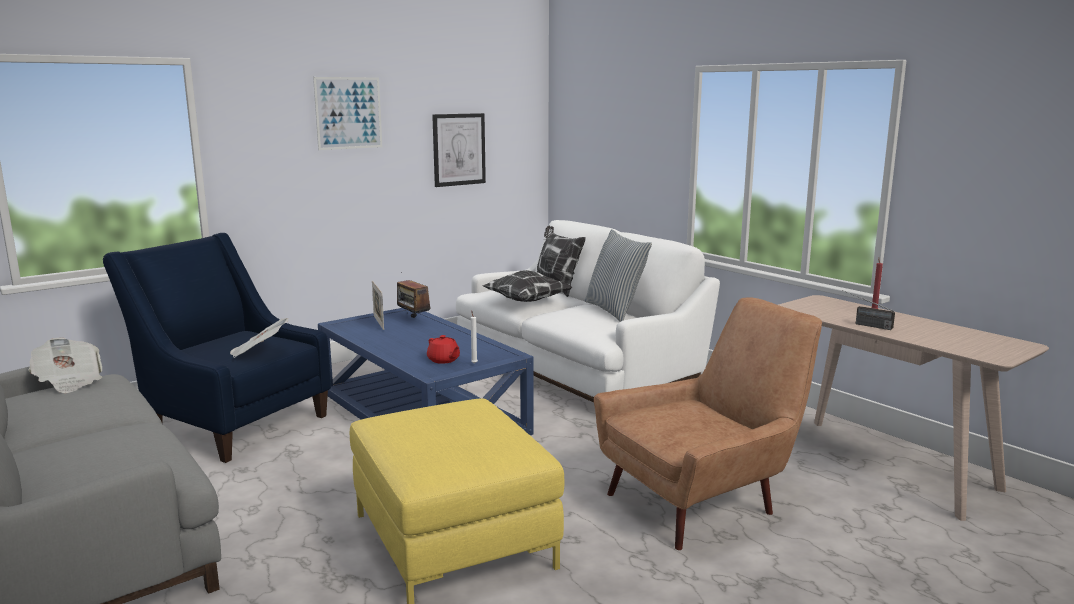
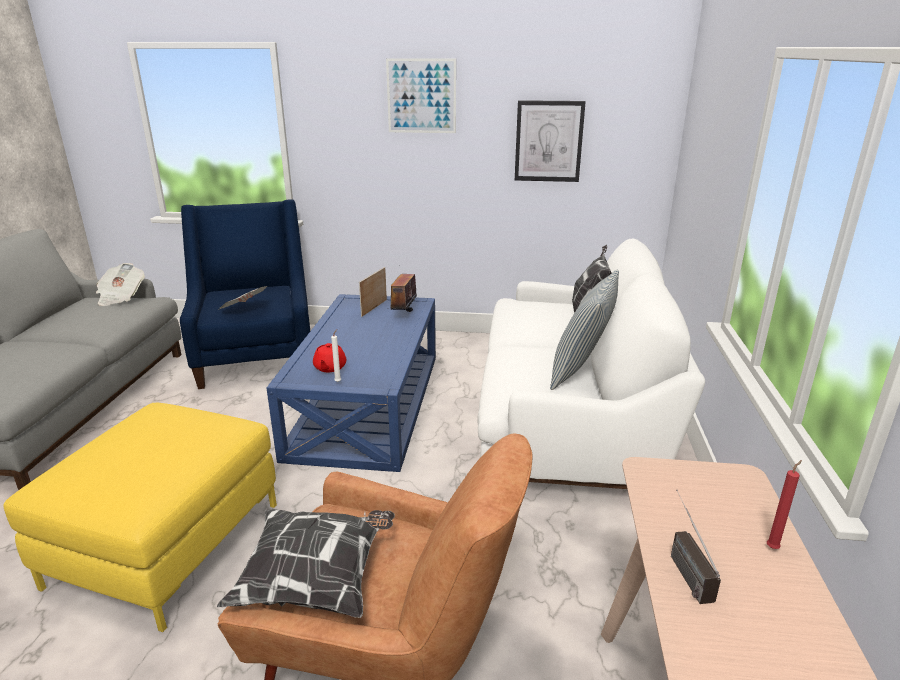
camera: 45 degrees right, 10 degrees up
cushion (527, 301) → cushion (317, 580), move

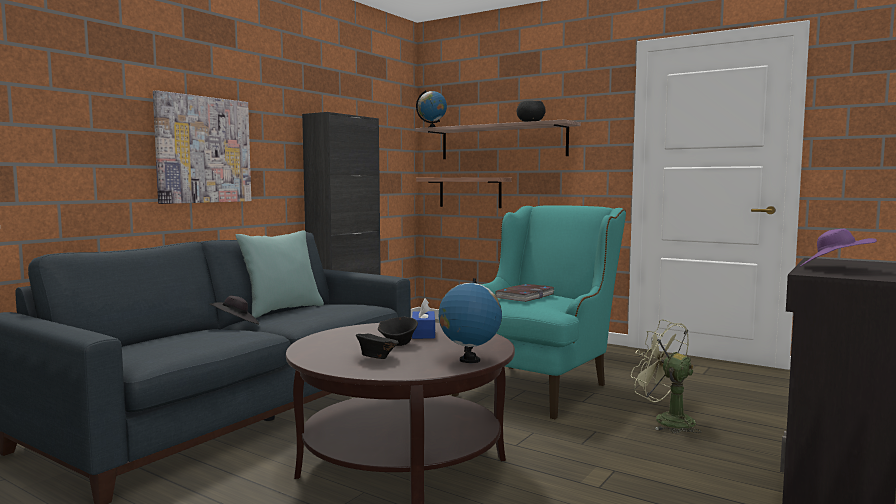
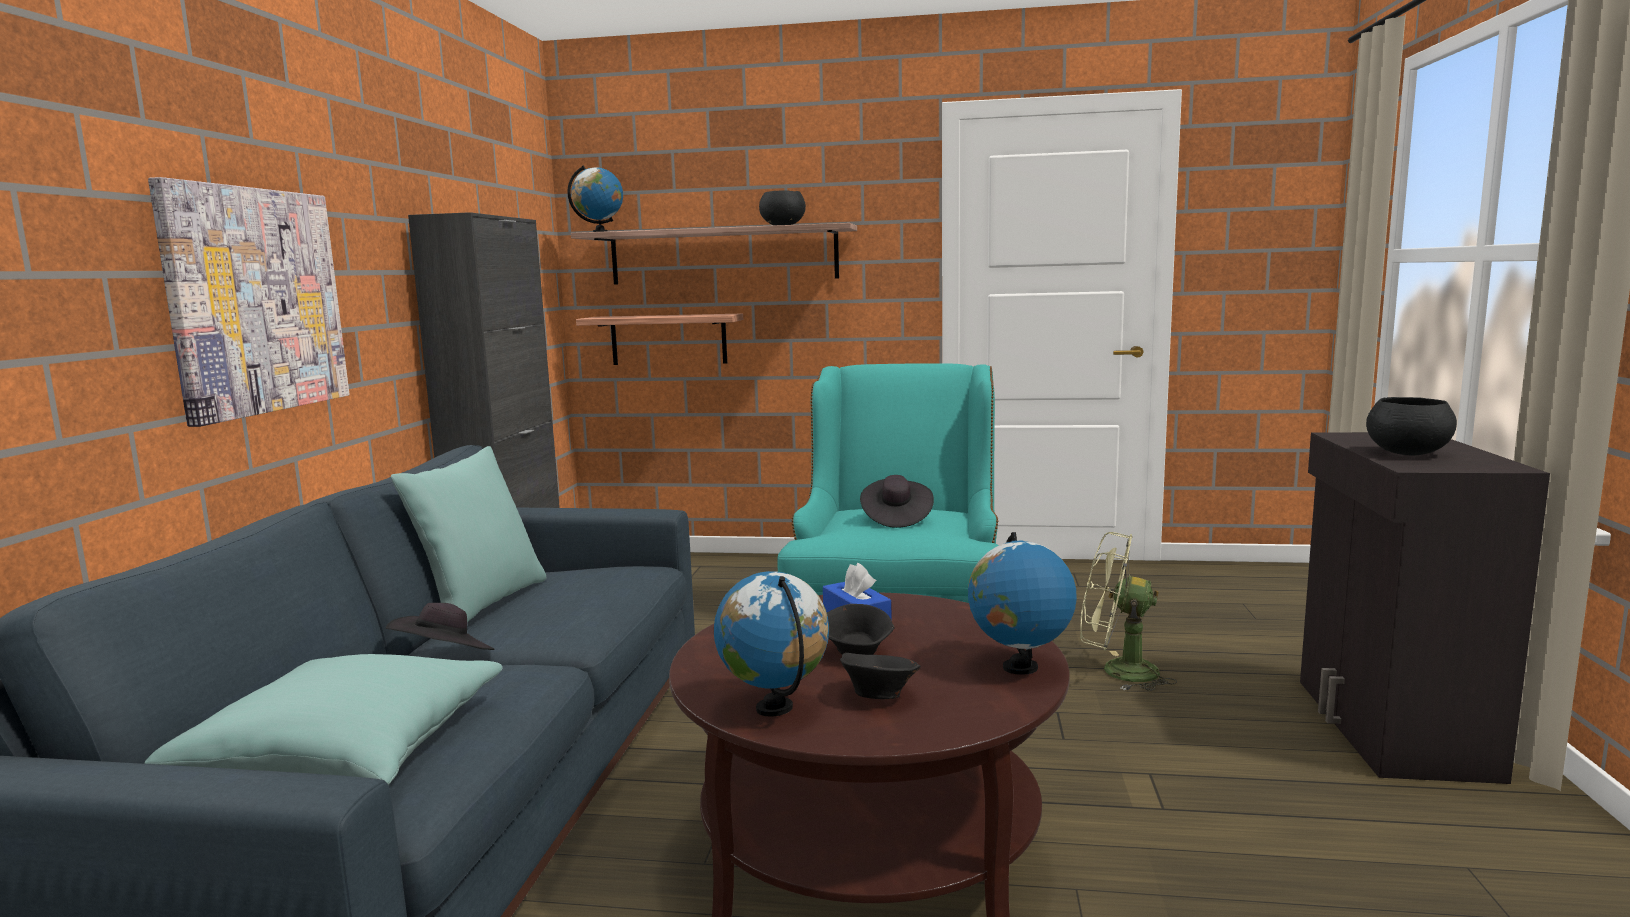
camera: 25 degrees left, 5 degrees up
book (525, 296) → blackish hat (896, 518)
purplish hat (834, 268) → blackish bowl (1407, 453)
- → turquoise cushion (348, 752)
- → desk globe (775, 708)

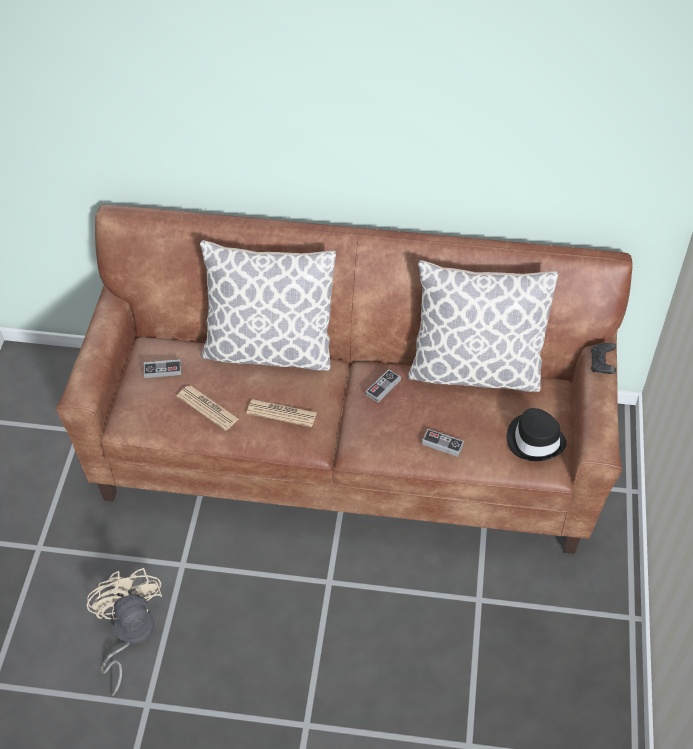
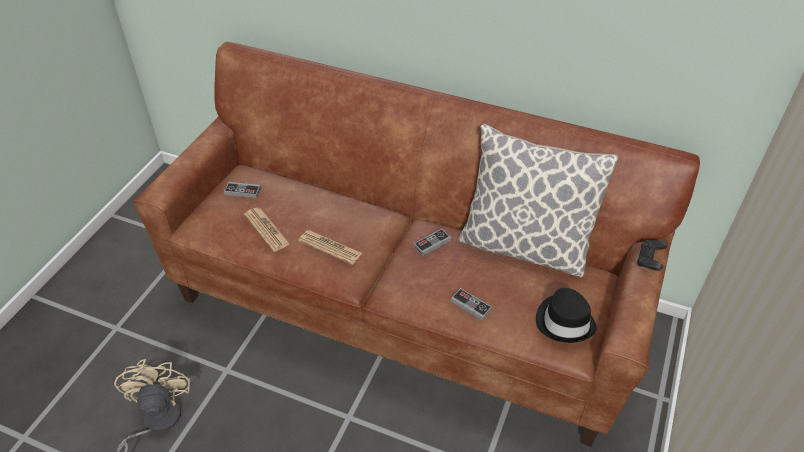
camera: 15 degrees right, 5 degrees down
cushion (269, 349) → -

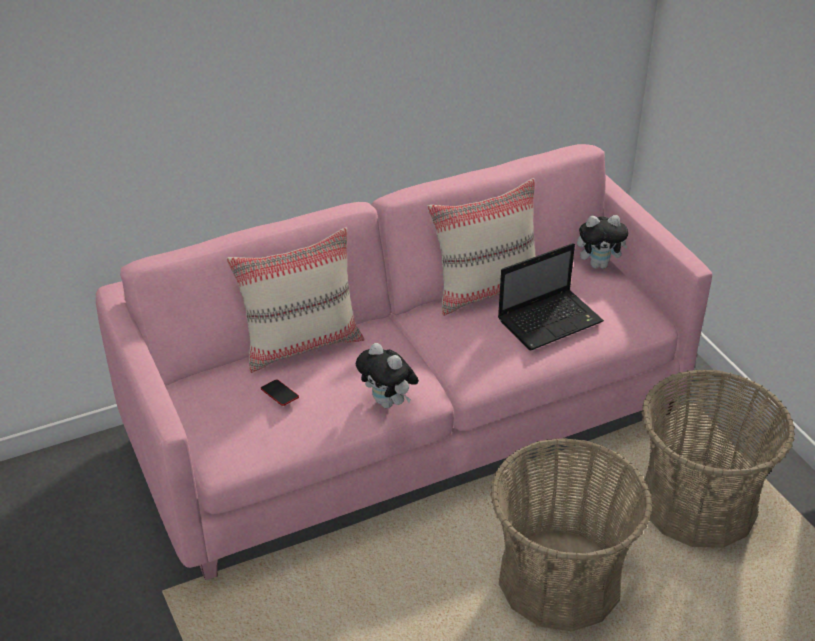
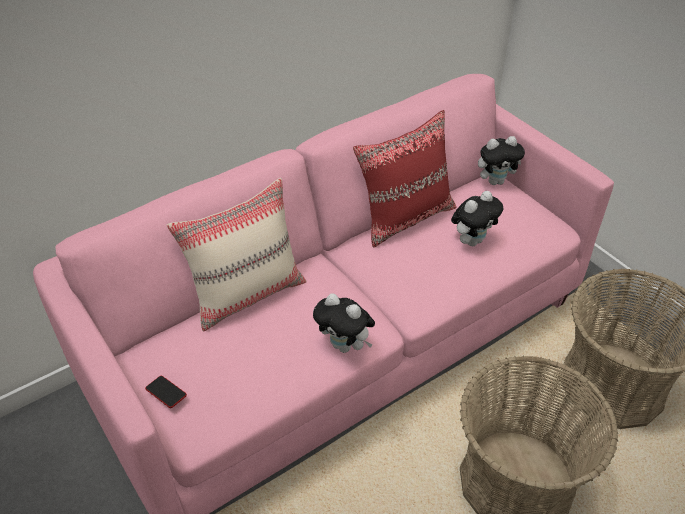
camera: 10 degrees left, 5 degrees up
handset (279, 395) → handset (166, 393), move
sand-coloured cushion (486, 290) → reddish cushion (405, 217)
laptop (551, 320) → plush toy (472, 240)

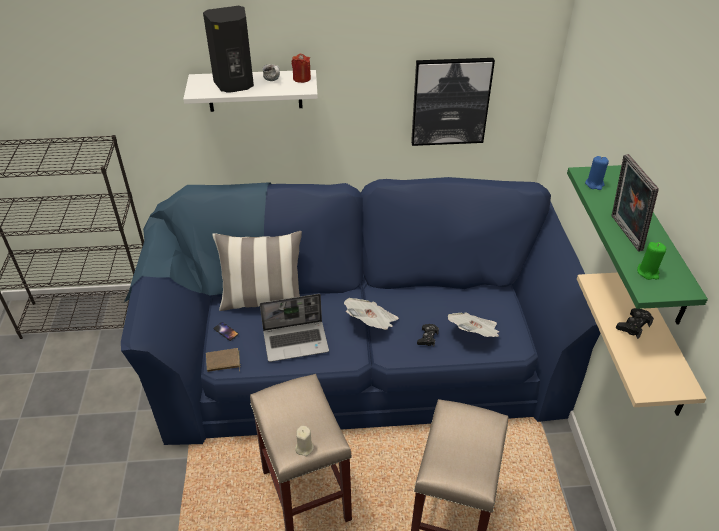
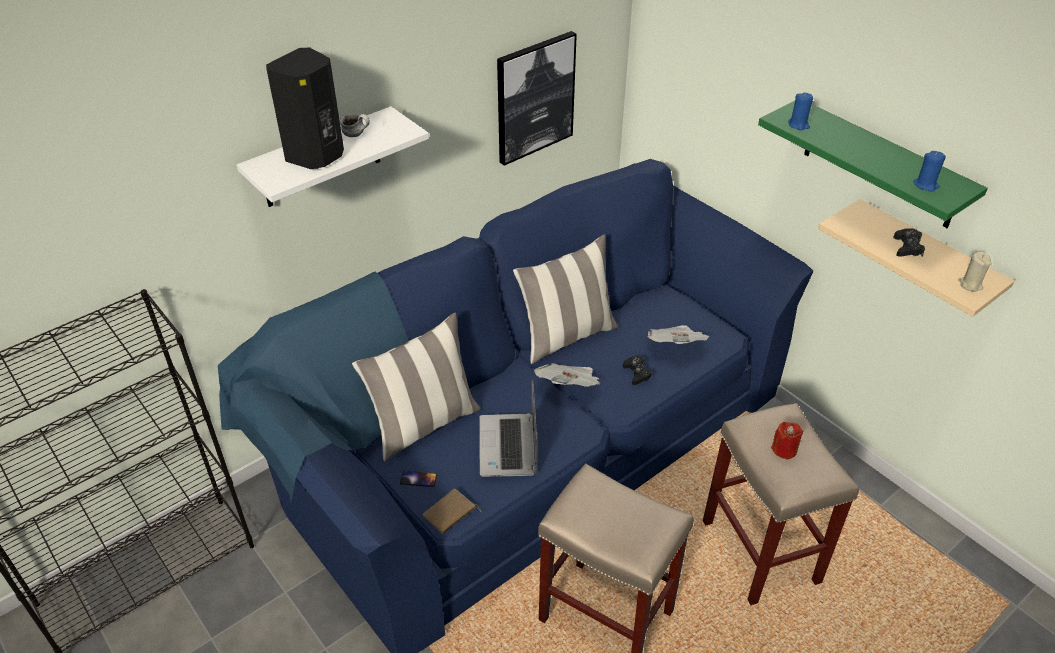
camera: 35 degrees left, 0 degrees up
laptop (296, 341) → laptop (509, 447), 135 degrees clockwise
reddish wax candle (302, 78) → reddish wax candle (784, 449), move
sand-coloured wax candle (304, 448) → sand-coloured wax candle (970, 284), move
photo frame (623, 233) → -
green-coloured wax candle (648, 272) → bluish wax candle (926, 185)
- → cushion (566, 336)

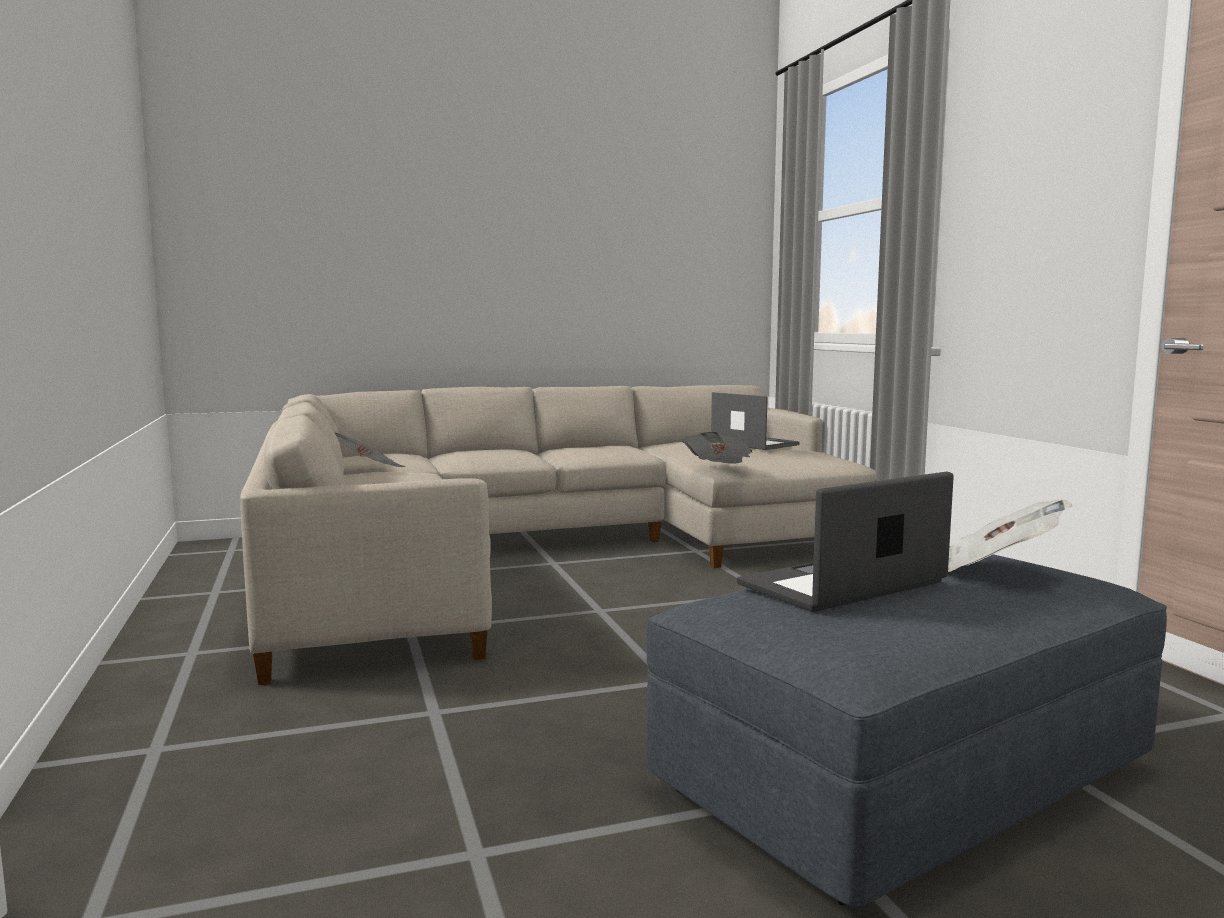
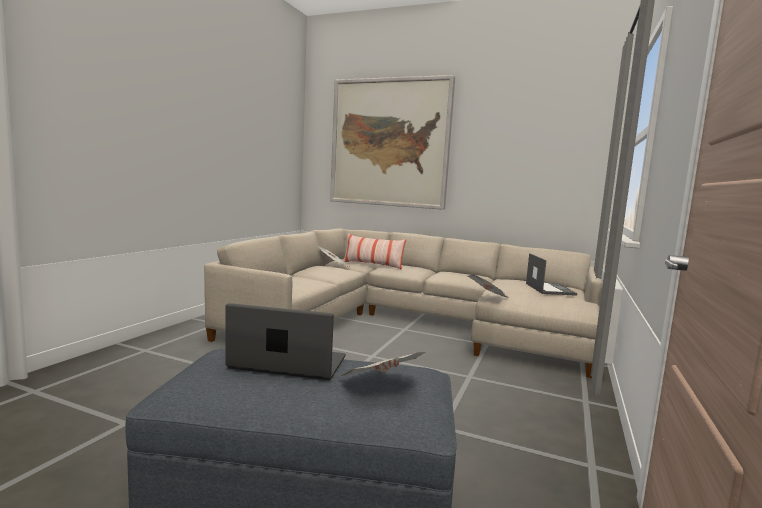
camera: 40 degrees right, 0 degrees up
- → wall picture (389, 143)
- → cushion (372, 265)

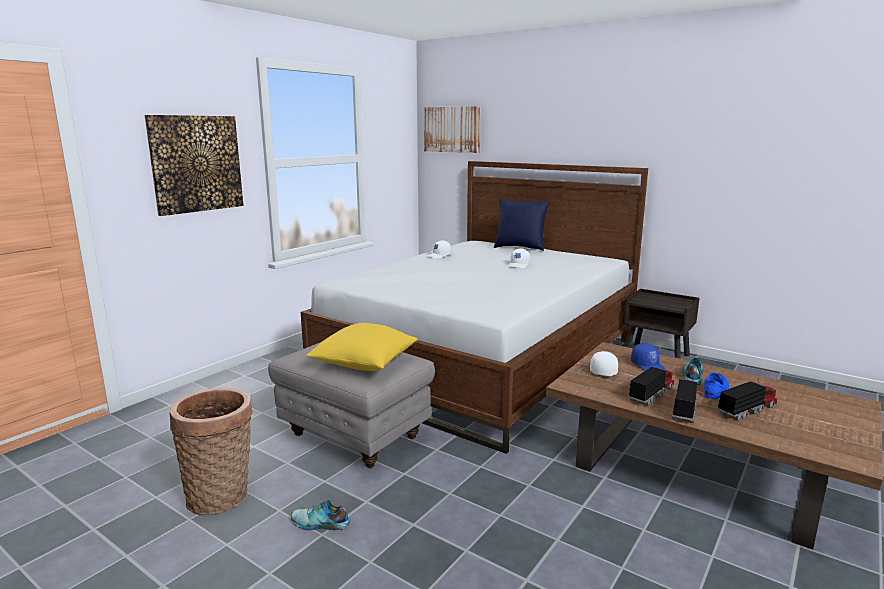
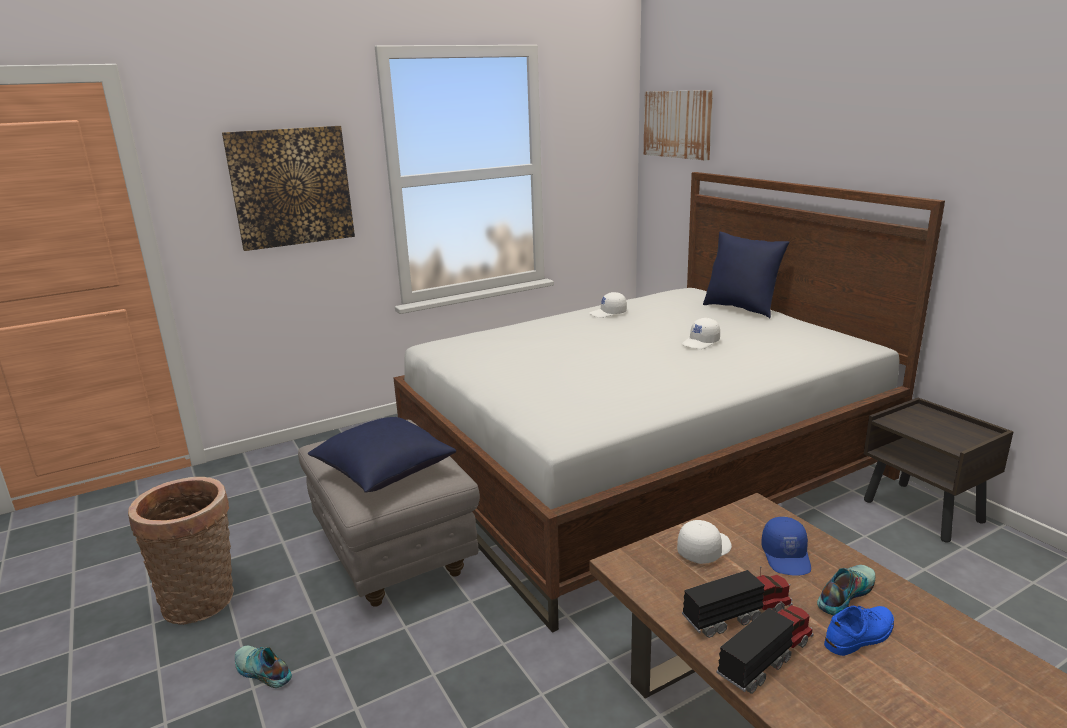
camera: 25 degrees right, 5 degrees up
yellowish cushion (364, 363) → bluish cushion (384, 472)
toy truck (748, 409) → -

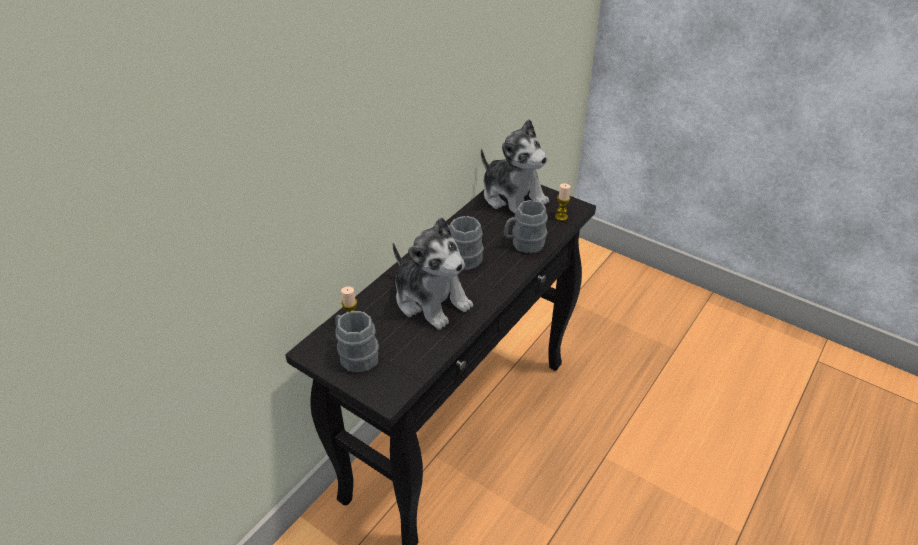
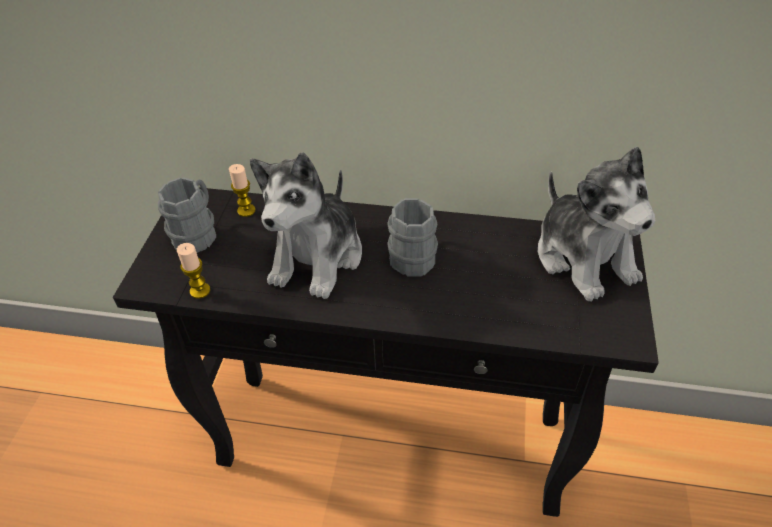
camera: 65 degrees right, 5 degrees up
plush toy (513, 197) → plush toy (584, 258), 45 degrees counterclockwise
gray tea mug (524, 244) → -
wax candle (561, 217) → wax candle (200, 291), move

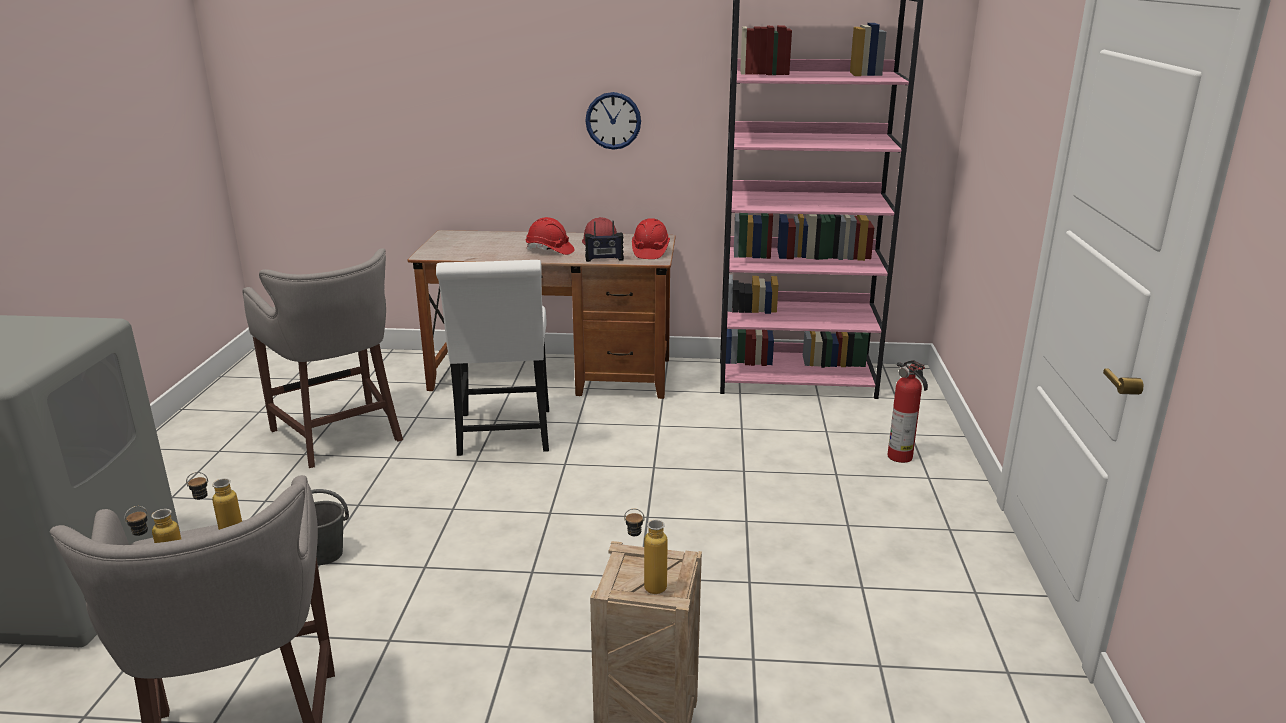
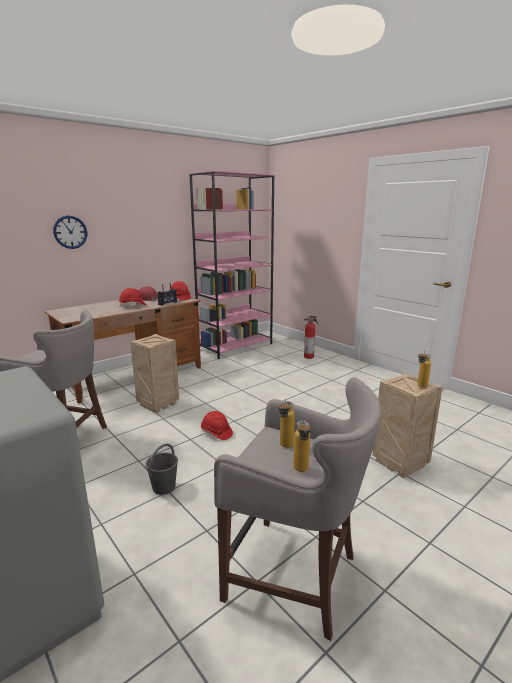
camera: 45 degrees left, 5 degrees down
white-coloured chair (504, 436) → crate (158, 405)
clock on the wall (613, 120) → clock on the wall (70, 232), move
- → reddish work helmet (216, 433)

